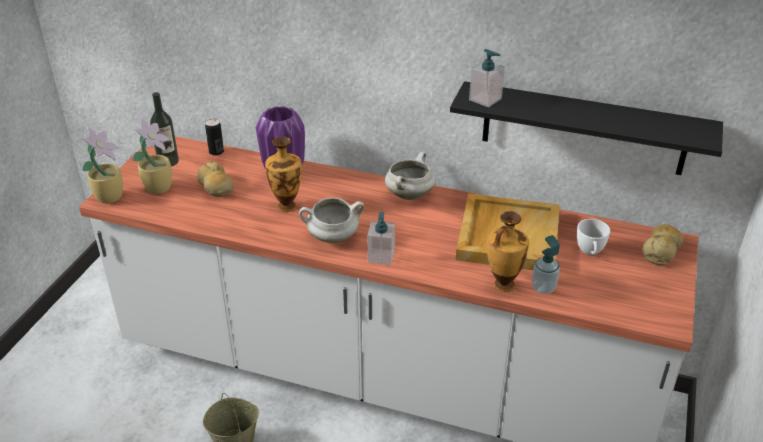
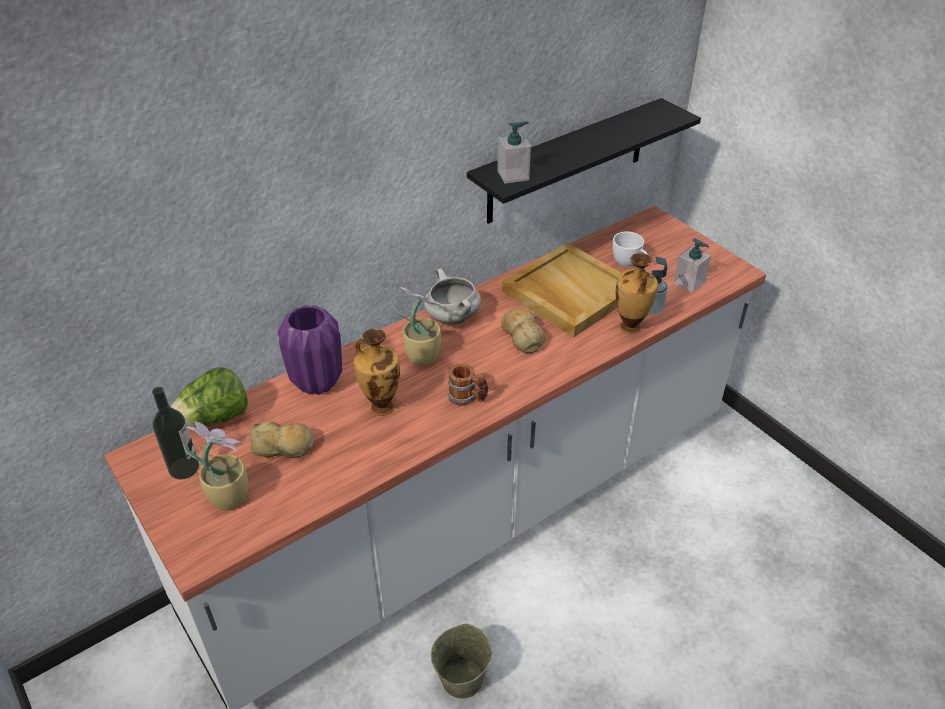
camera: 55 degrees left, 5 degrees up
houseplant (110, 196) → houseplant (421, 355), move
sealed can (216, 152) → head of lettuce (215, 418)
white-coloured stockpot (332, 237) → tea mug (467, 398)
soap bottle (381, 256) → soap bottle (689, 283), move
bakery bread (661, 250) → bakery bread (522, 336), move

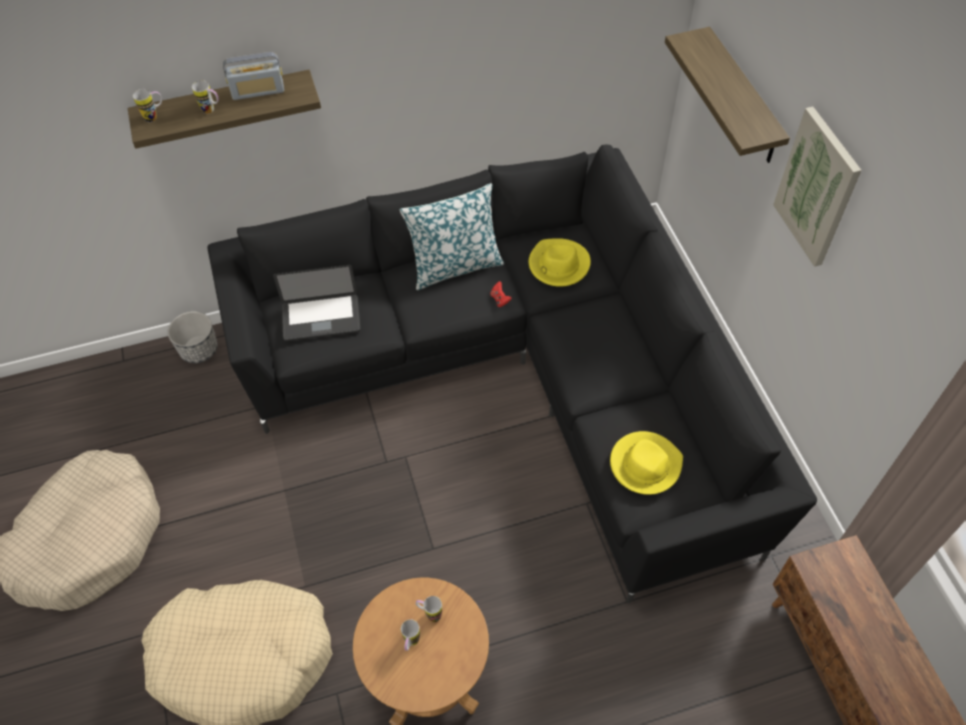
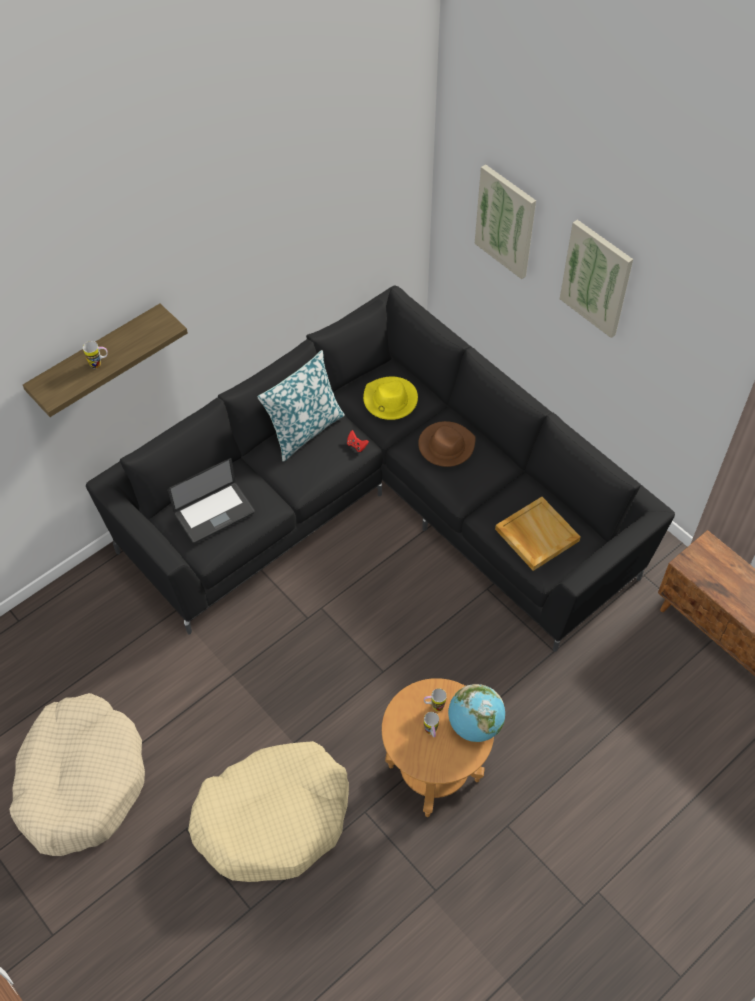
camera: 25 degrees left, 0 degrees up
tea mug (154, 116) → -
flower pot (199, 349) → -
radio receiver (258, 91) → -
yellowish hat (645, 464) → sand-coloured carrying tray (536, 535)
shelf (743, 98) → wall picture (506, 221)
- → brown-coloured hat (446, 446)
- → desk globe (474, 725)

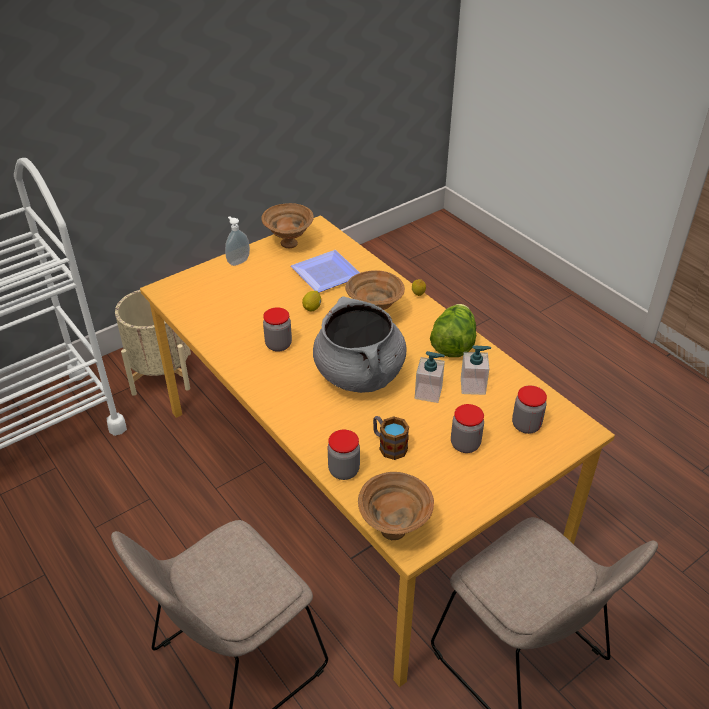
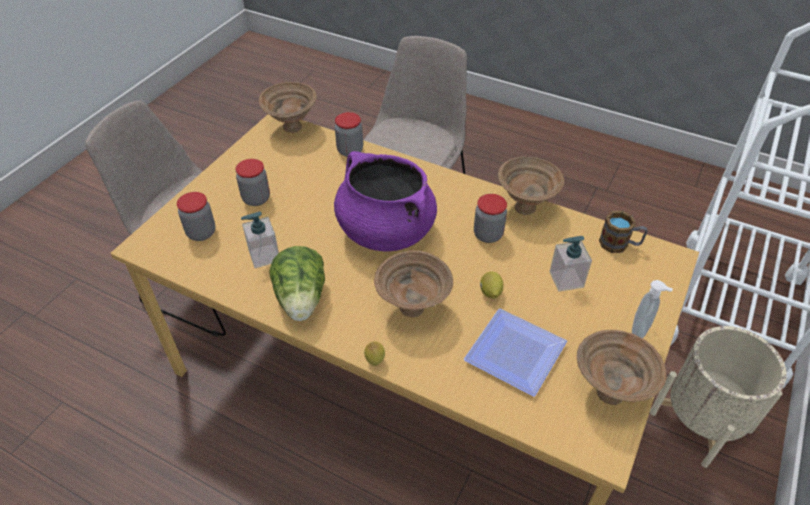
camera: 155 degrees right, 5 degrees up
gray stockpot (359, 374) → purplish stockpot (385, 231)
tea mug (388, 445) → tea mug (619, 244), move
soap bottle (428, 393) → soap bottle (566, 279), move
- → brown-coloured bowl (524, 206)

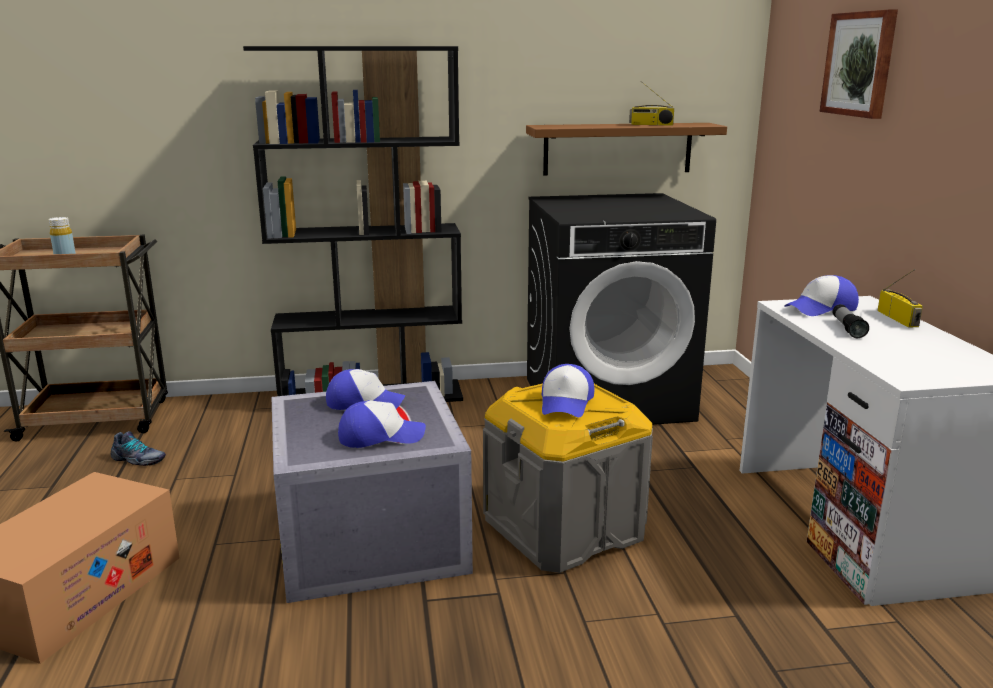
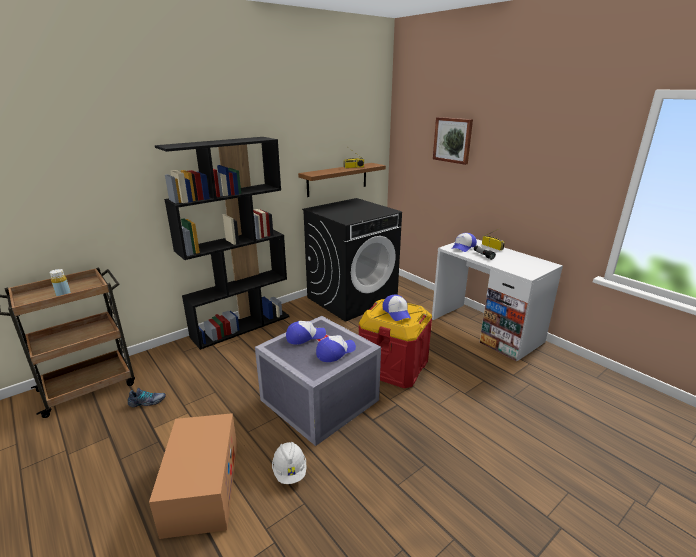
camera: 30 degrees left, 5 degrees up
gray storage box (564, 528) → reddish storage box (393, 366)
- → white-coloured work helmet (290, 471)

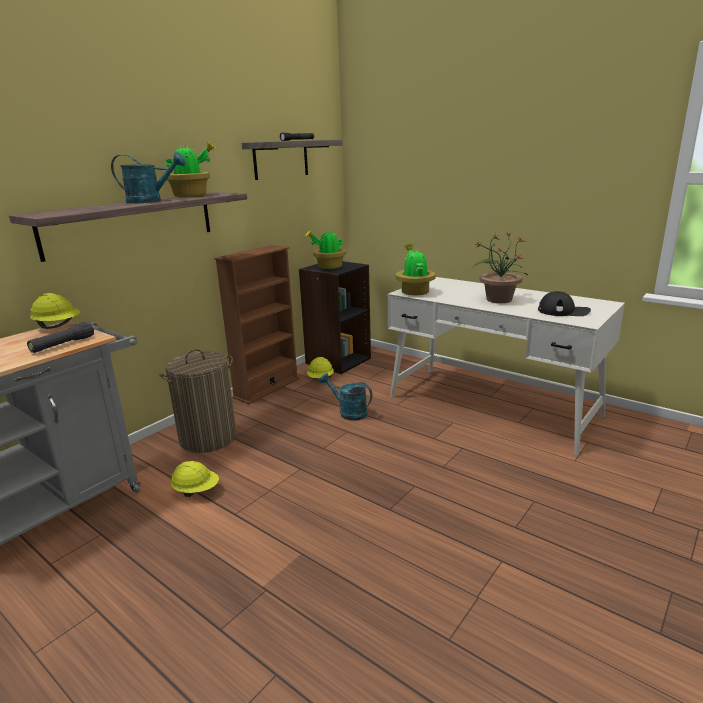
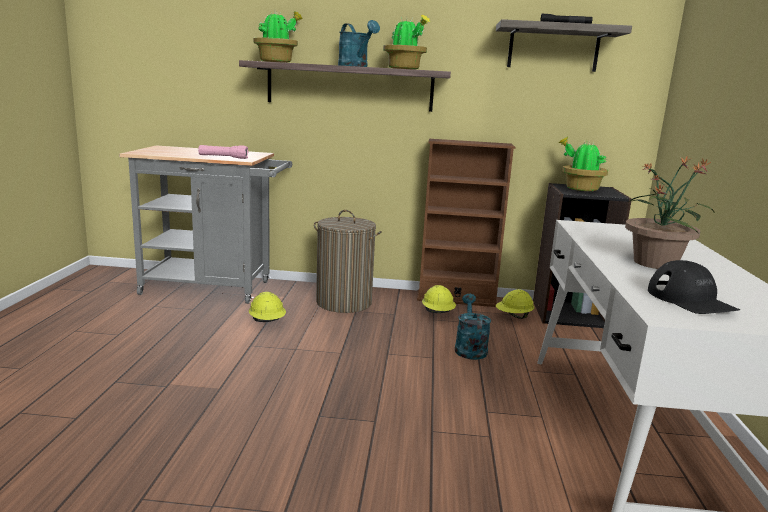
camera: 55 degrees right, 5 degrees down
blackish torch (63, 345) → pinkish torch (223, 157)
yellowish work helmet (58, 327) → yellowish work helmet (438, 313), move
houseplant (414, 292) → houseplant (277, 62), move

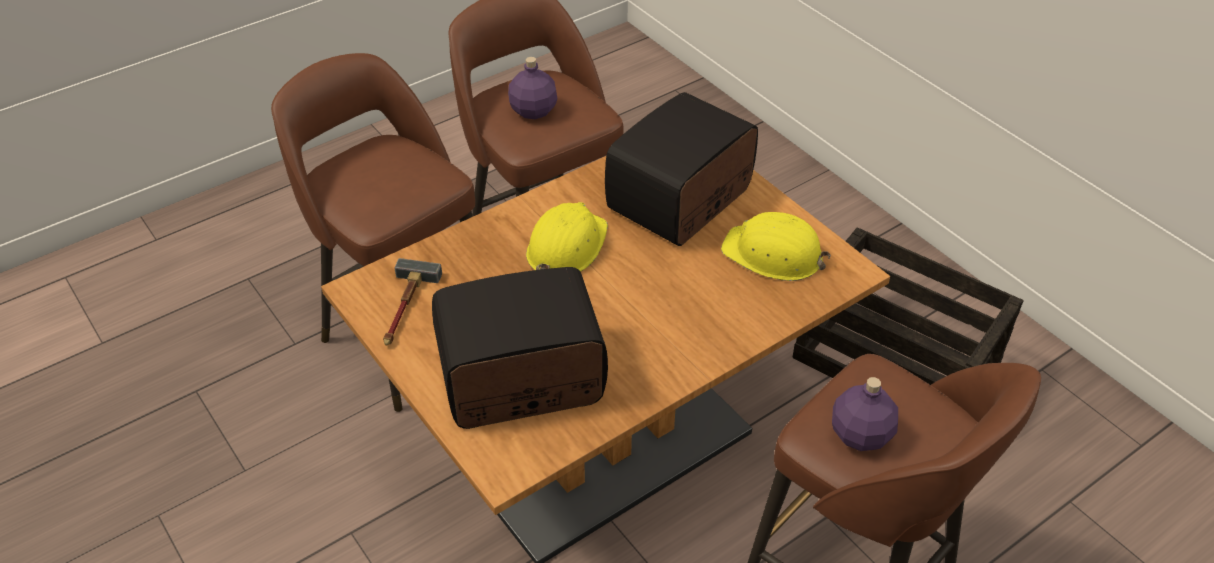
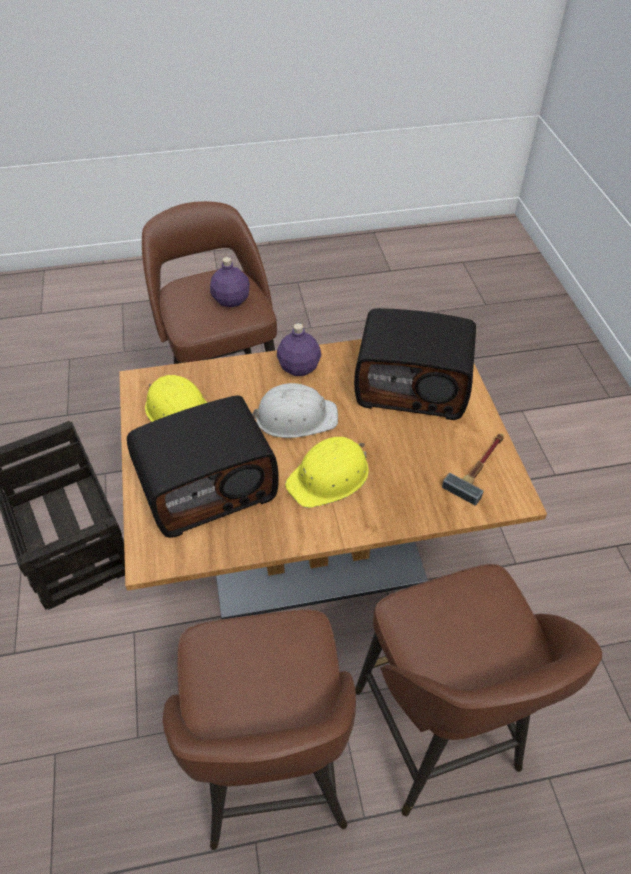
camera: 155 degrees left, 5 degrees up
purplish drink bottle (534, 110) → purplish drink bottle (298, 367), move
- → white-coloured work helmet (295, 417)

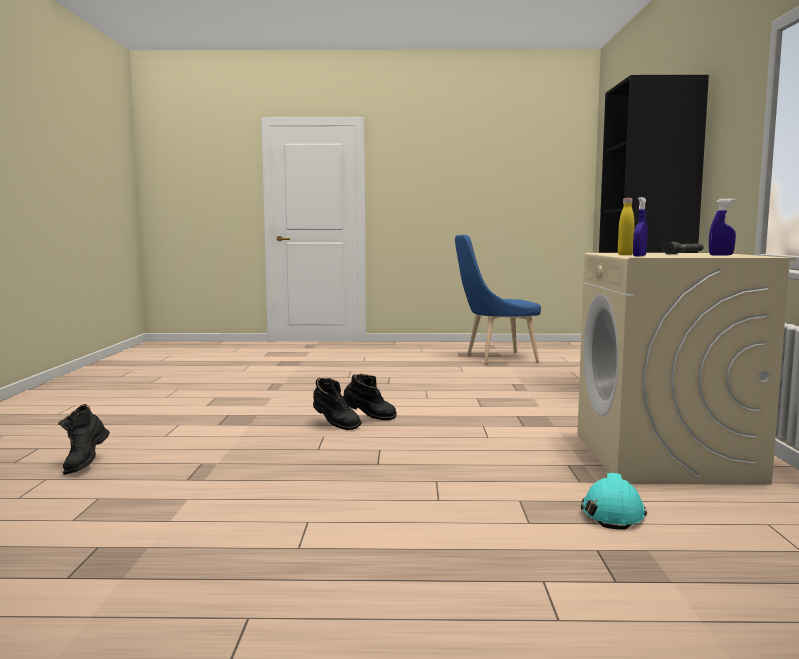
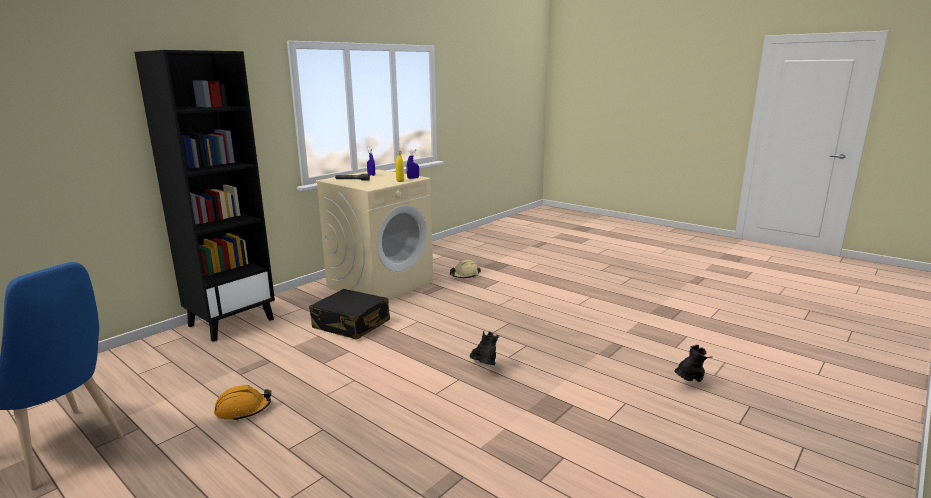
camera: 140 degrees left, 10 degrees up
blackish high-top boot (369, 418) → -
turquoise work helmet (612, 514) → sand-coloured work helmet (465, 275)
- → orange work helmet (243, 410)
- → blackish travel case (351, 324)

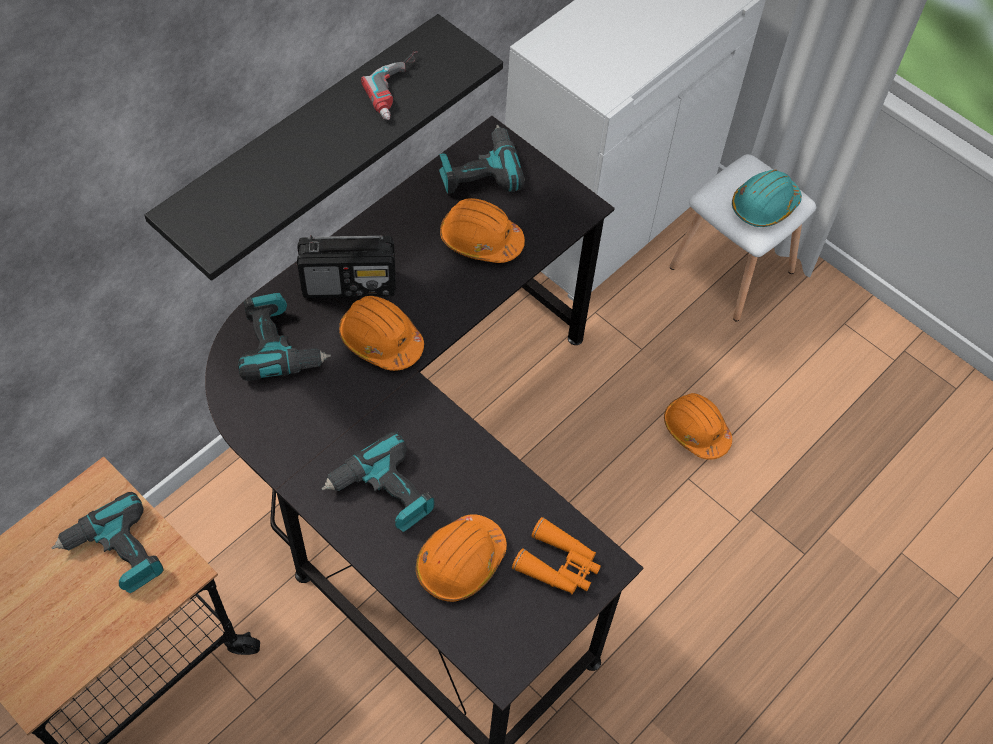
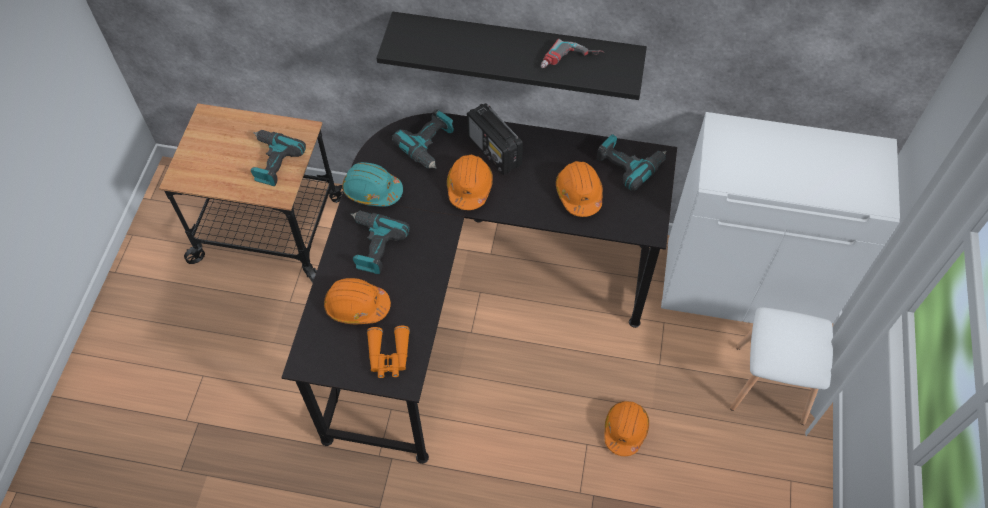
camera: 60 degrees right, 0 degrees up
turquoise work helmet (764, 206) → turquoise work helmet (372, 190), move

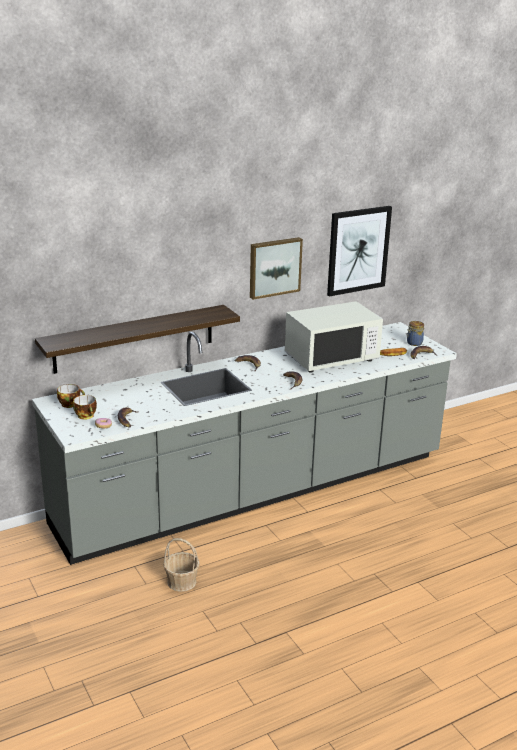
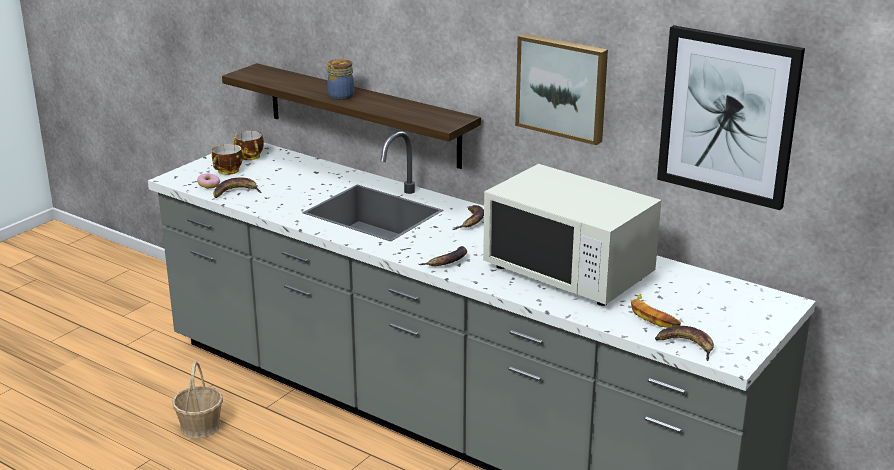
camera: 65 degrees right, 0 degrees up
preserve jar (413, 343) → preserve jar (340, 96), move

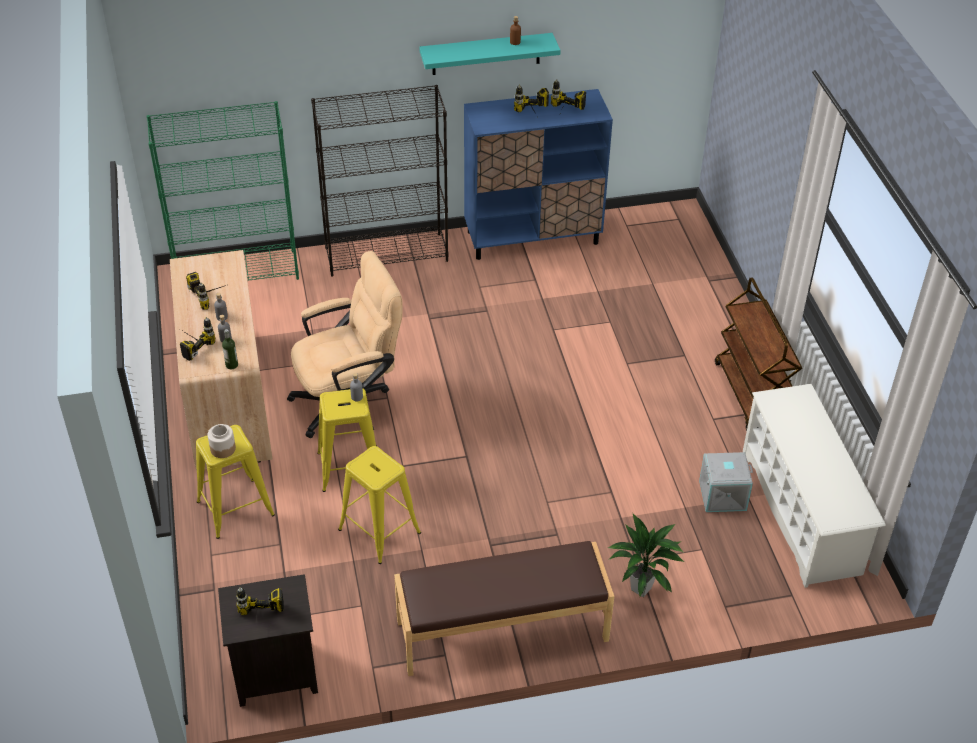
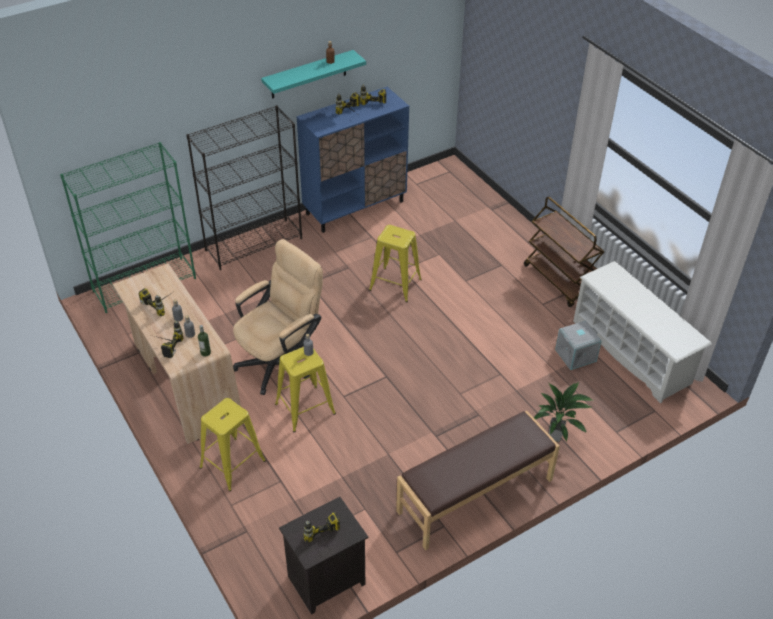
camera: 20 degrees left, 0 degrees up
preserve jar (223, 448) → -
yellowish stool seat (379, 531) → yellowish stool seat (395, 284), move

